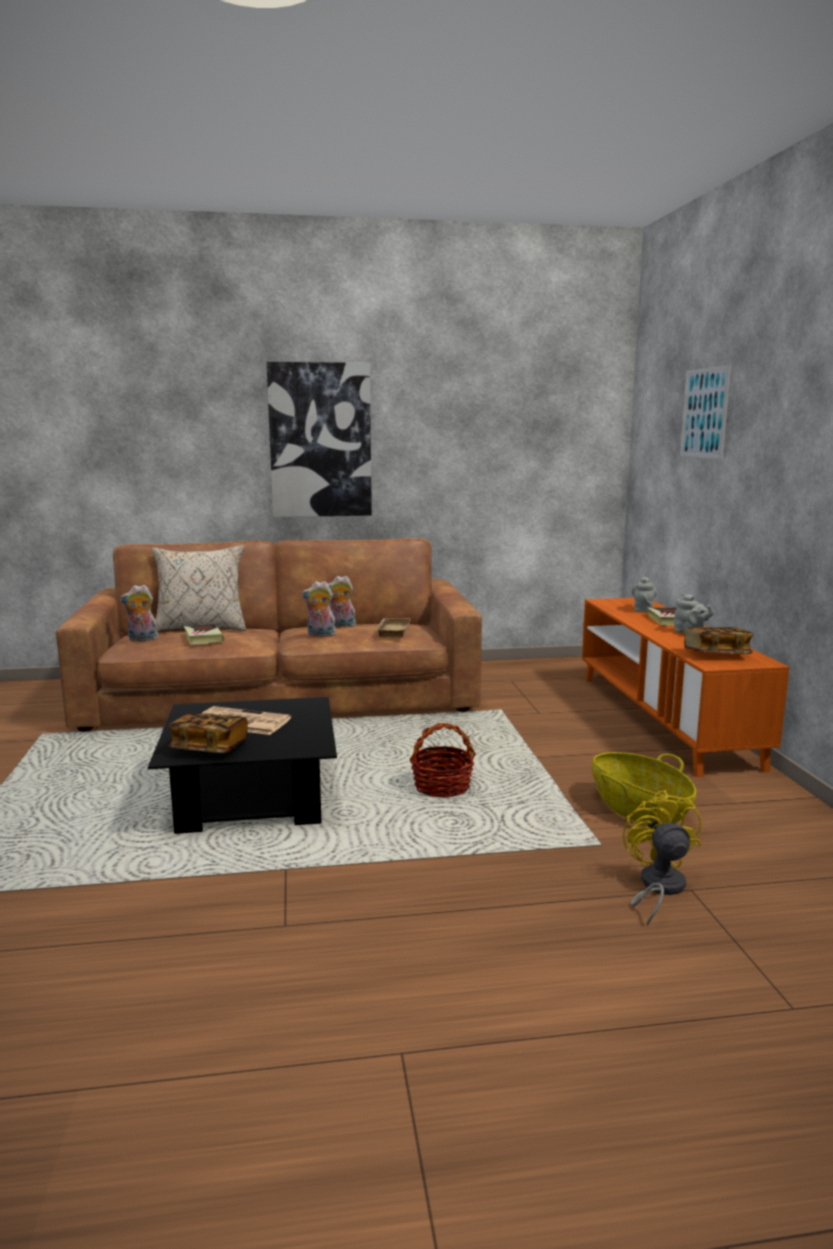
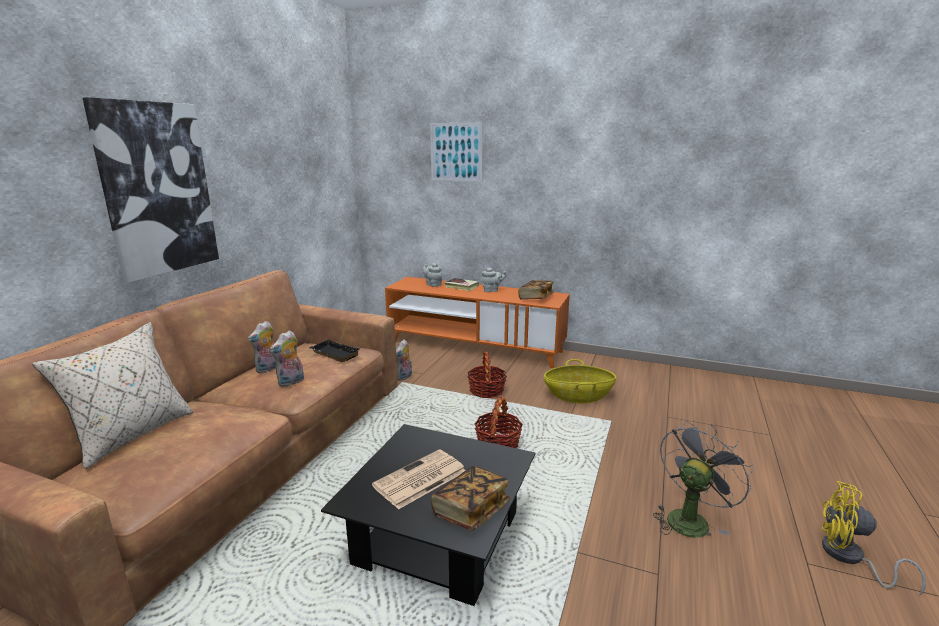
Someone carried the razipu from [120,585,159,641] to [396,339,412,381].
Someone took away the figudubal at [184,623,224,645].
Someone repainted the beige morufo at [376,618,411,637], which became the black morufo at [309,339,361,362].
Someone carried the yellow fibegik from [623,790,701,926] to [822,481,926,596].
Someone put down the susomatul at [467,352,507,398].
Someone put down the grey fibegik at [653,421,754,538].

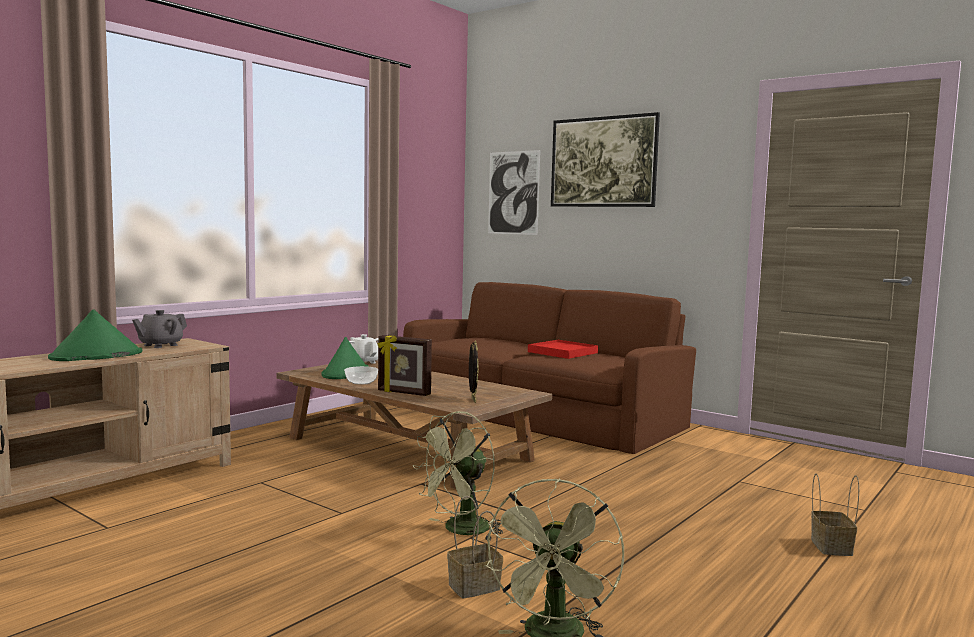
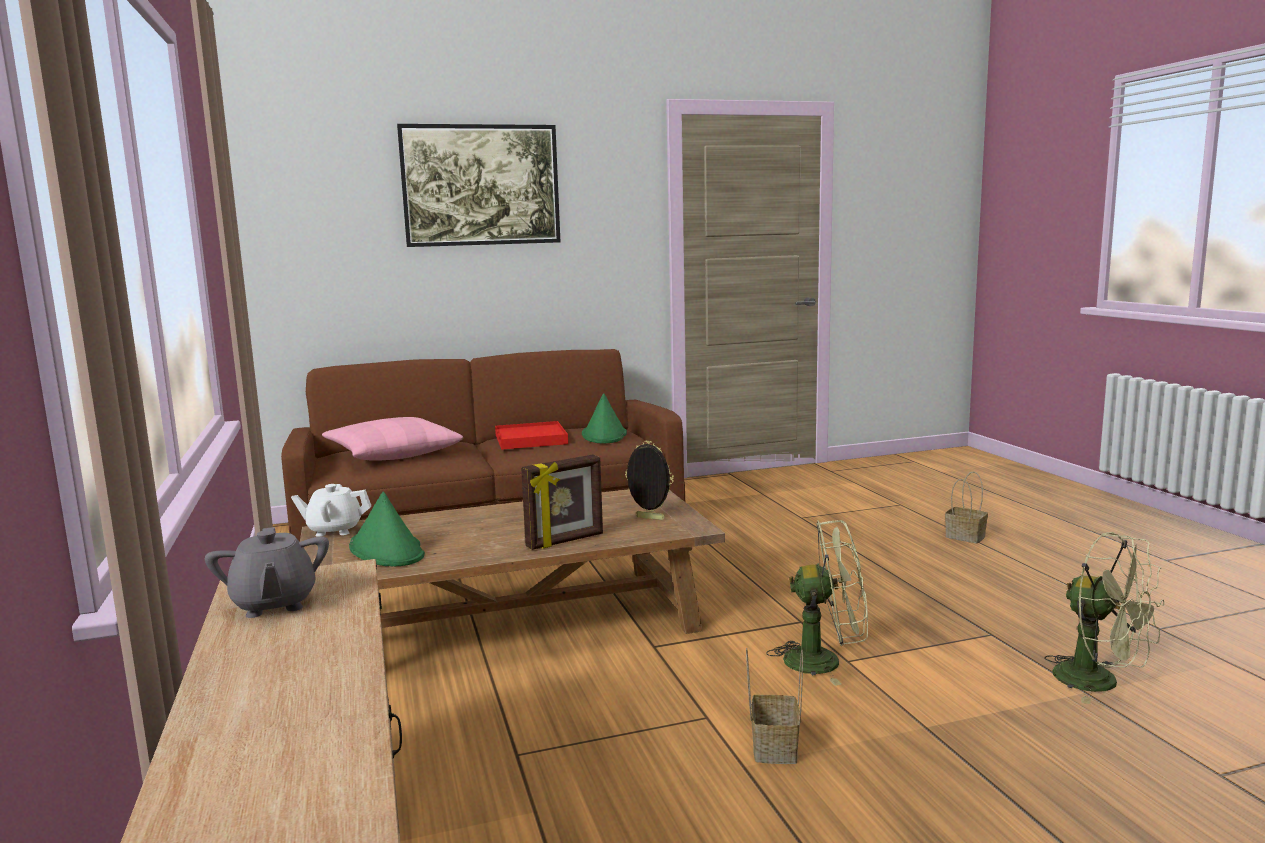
Someone carried the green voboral from [48,309,142,361] to [582,393,627,443].
Someone took away the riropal at [344,366,378,385].
Someone rotated the green fibegik at [412,411,503,540] by 75 degrees counterclockwise.
Someone carried the susomatul from [447,496,503,599] to [746,648,803,764].
Someone took away the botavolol at [488,150,540,235].
Someone put down the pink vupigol at [322,417,463,461].

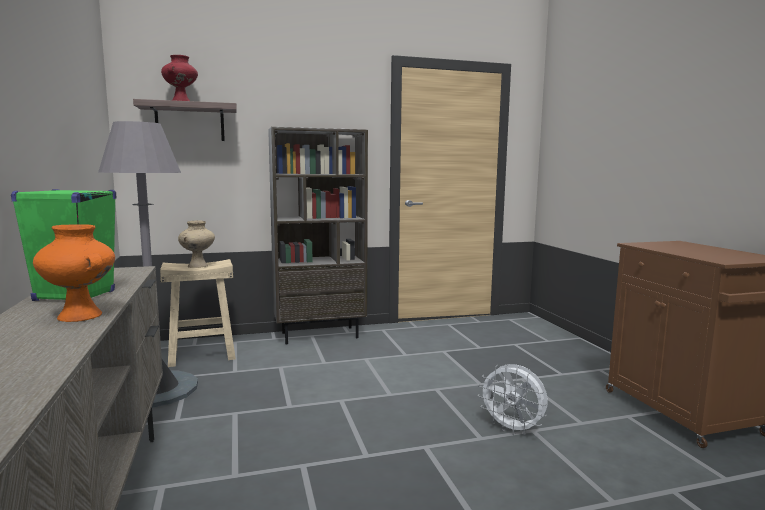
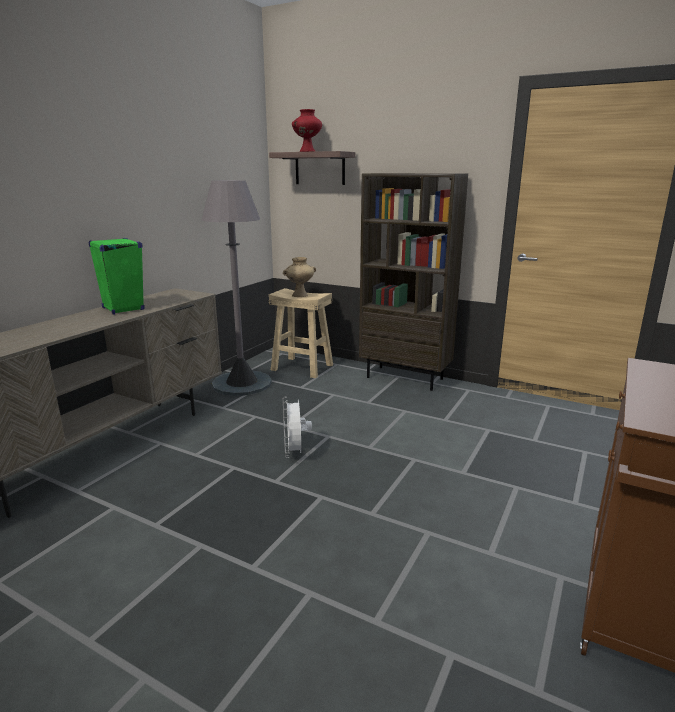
Someone took away the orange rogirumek at [33,224,115,322].
Someone carried the white fibegik from [478,364,548,435] to [283,396,312,458].

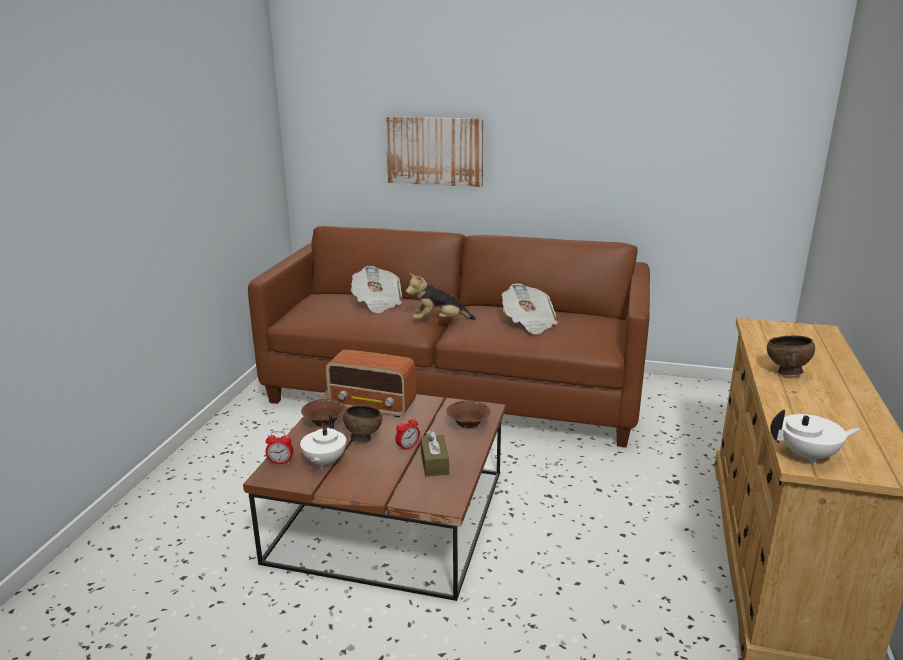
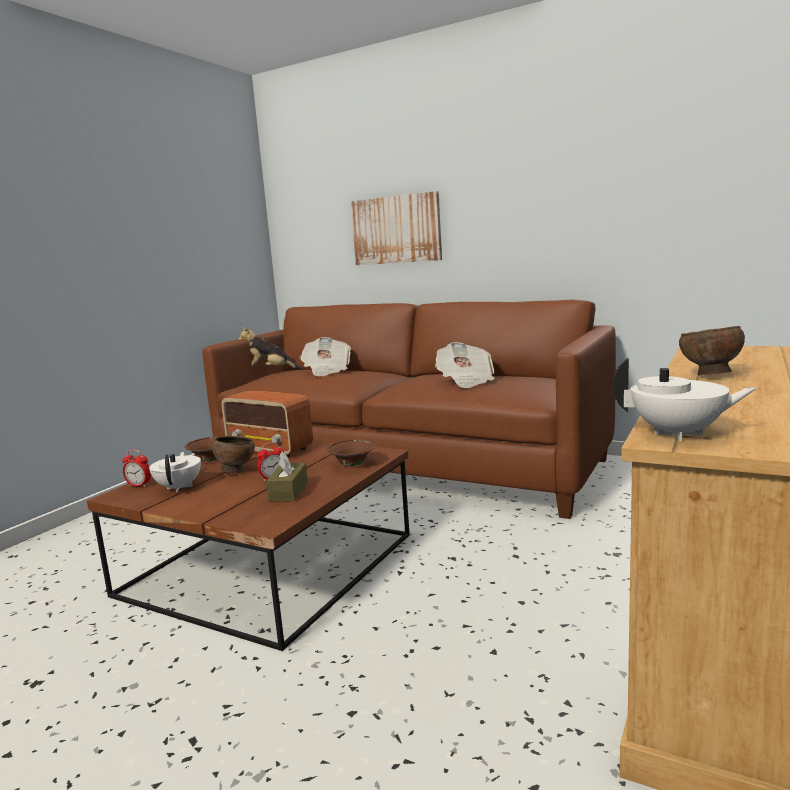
Someone rotated the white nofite at [300,415,346,469] by 150 degrees clockwise.
Someone carried the razipu from [406,273,476,320] to [238,326,303,370].

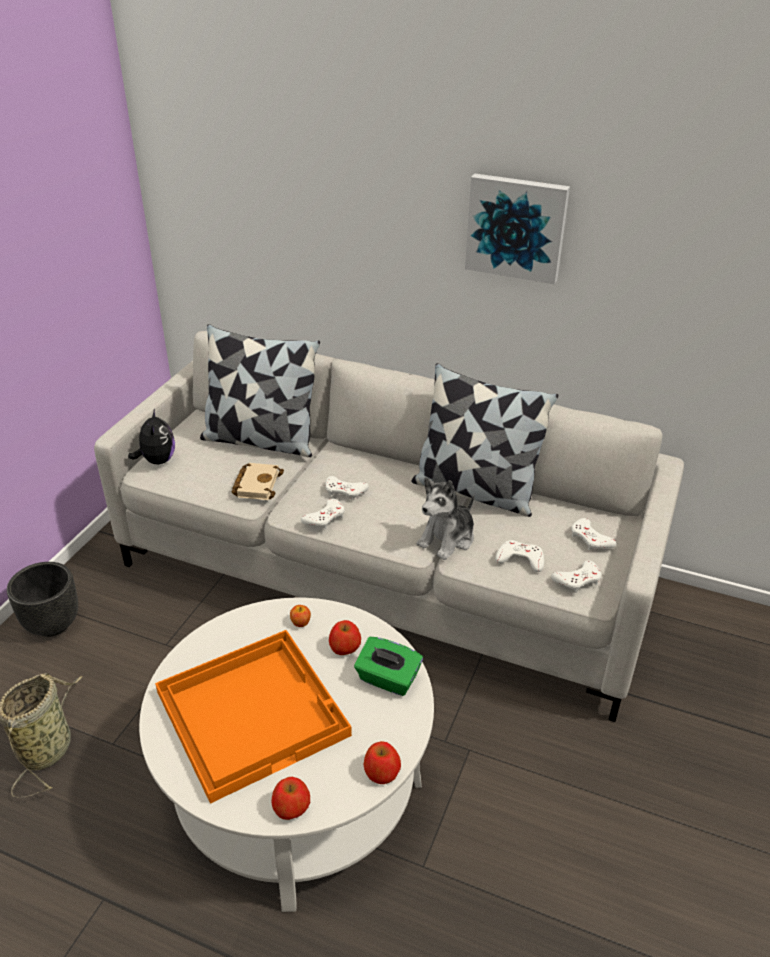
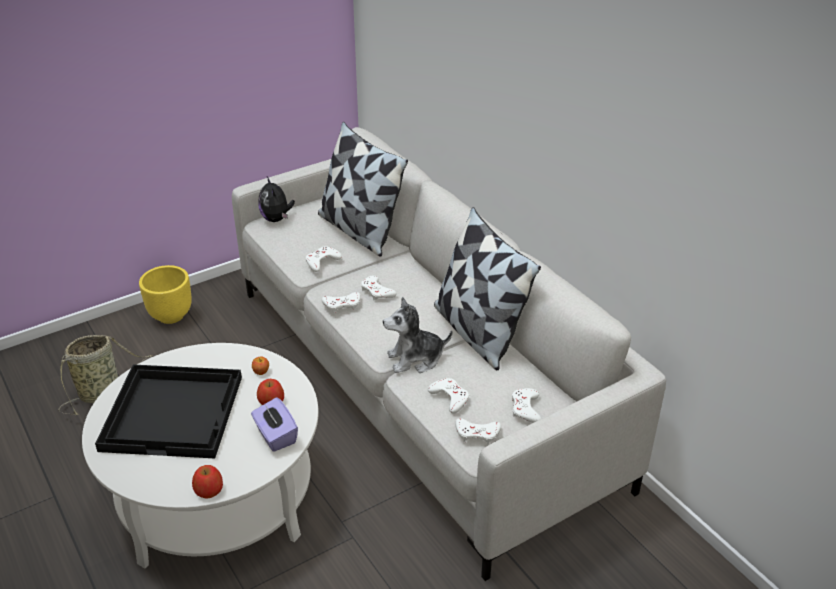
Someone repainted the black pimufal at [7,562,78,637], which became the yellow pimufal at [139,265,192,324].
Someone rotated the razipu at [128,408,175,464] by 135 degrees clockwise.
Someone repainted the orange morufo at [155,630,352,804], which became the black morufo at [95,364,242,458].
Someone swapped the beige figudubal at [231,463,284,500] for the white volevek at [306,246,342,272].
Someone took away the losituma at [272,777,310,820].
Someone repainted the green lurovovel at [354,637,423,696], which became the purple lurovovel at [251,397,298,452].
Someone took away the botavolol at [465,174,570,284].

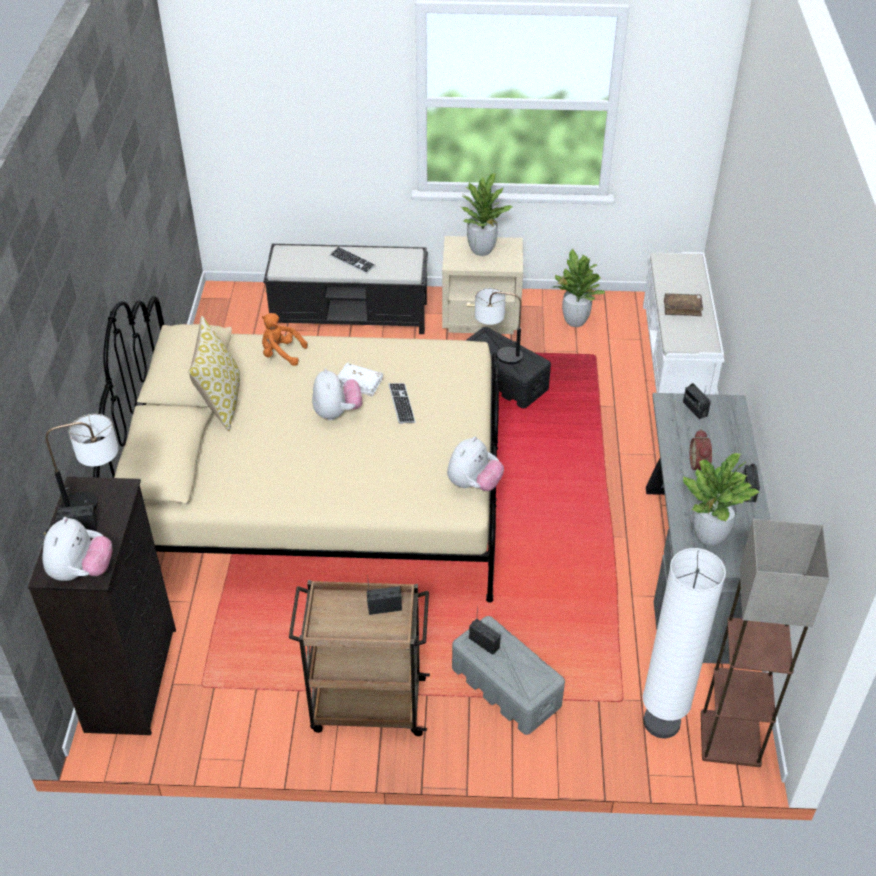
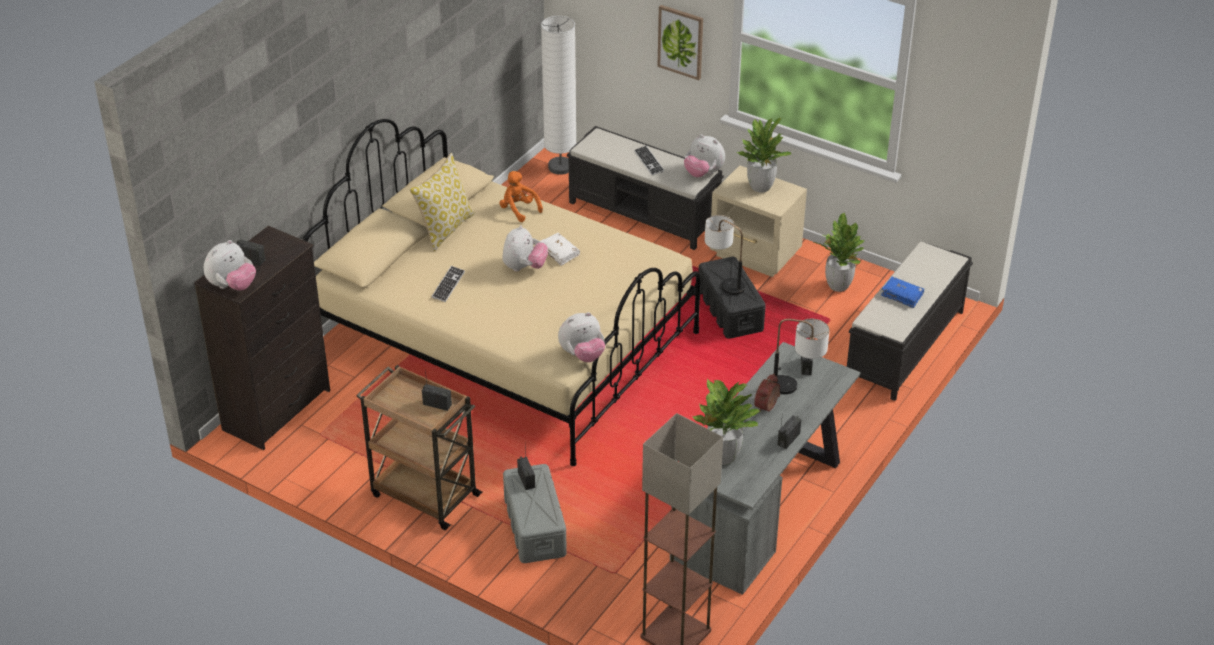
Someone carried the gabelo from [45,414,118,510] to [770,319,830,394].
Someone carried the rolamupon from [388,383,416,424] to [431,266,465,302].
Someone repainted the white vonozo at [643,252,724,394], which became the black vonozo at [847,242,973,401].
Someone carried the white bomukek from [643,548,726,738] to [541,16,577,175].
Someone repainted the brown figudubal at [664,293,703,316], which became the blue figudubal at [881,277,924,308].
Someone put up the botavolol at [657,5,703,80].
Someone put down the razipu at [684,134,725,177].

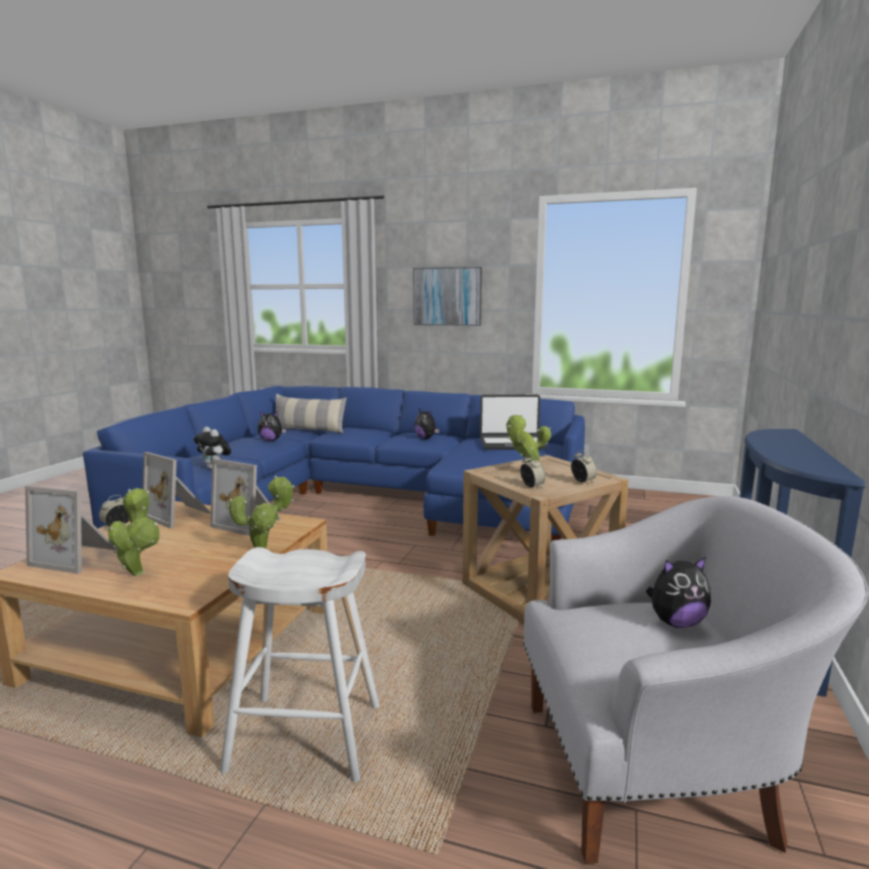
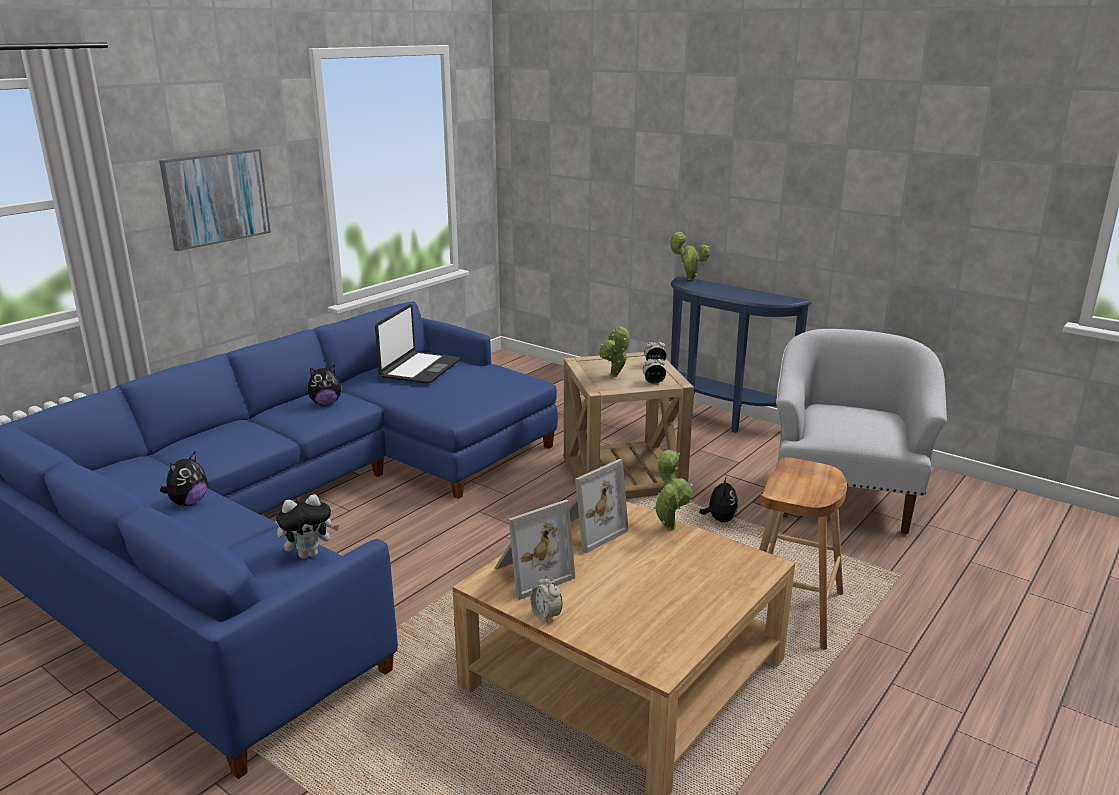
Someone took away the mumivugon at [25,485,117,574].
Someone carried the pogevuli from [108,488,160,576] to [669,232,710,280].
Someone repainted the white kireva at [220,547,380,782], which became the brown kireva at [759,457,847,650].
Someone took away the vupigol at [276,394,347,434].
Someone carried the razipu from [646,557,711,628] to [699,476,738,522].

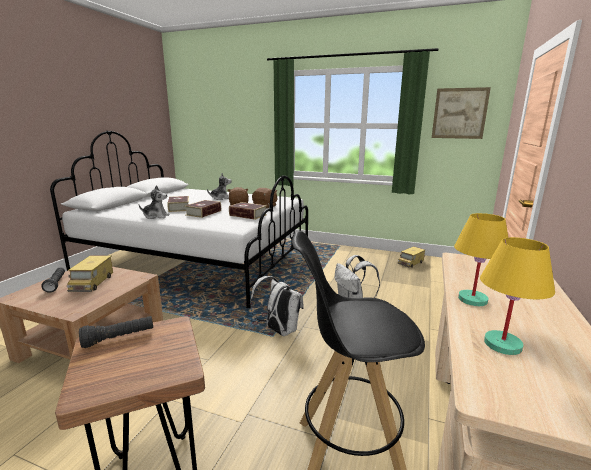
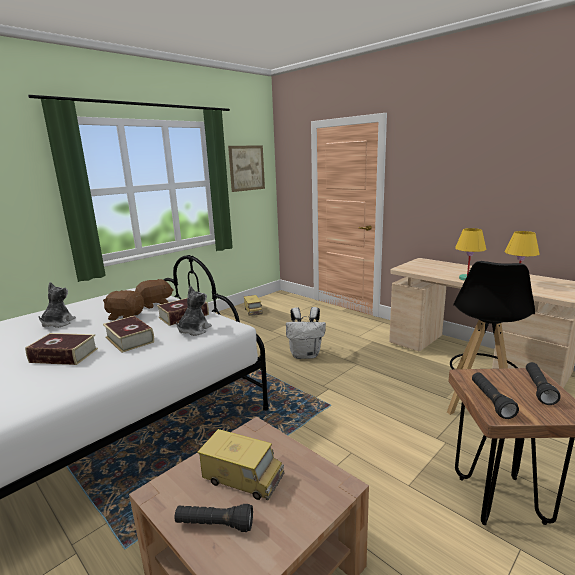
Someone carried the razipu from [139,185,170,219] to [176,286,212,336].
Someone took away the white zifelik at [250,276,304,336].
Someone put down the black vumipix at [526,362,560,405].

